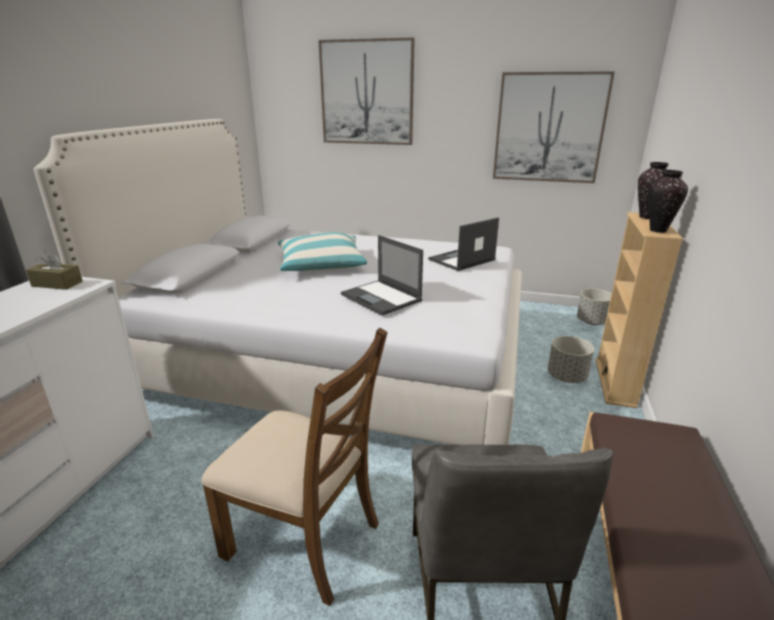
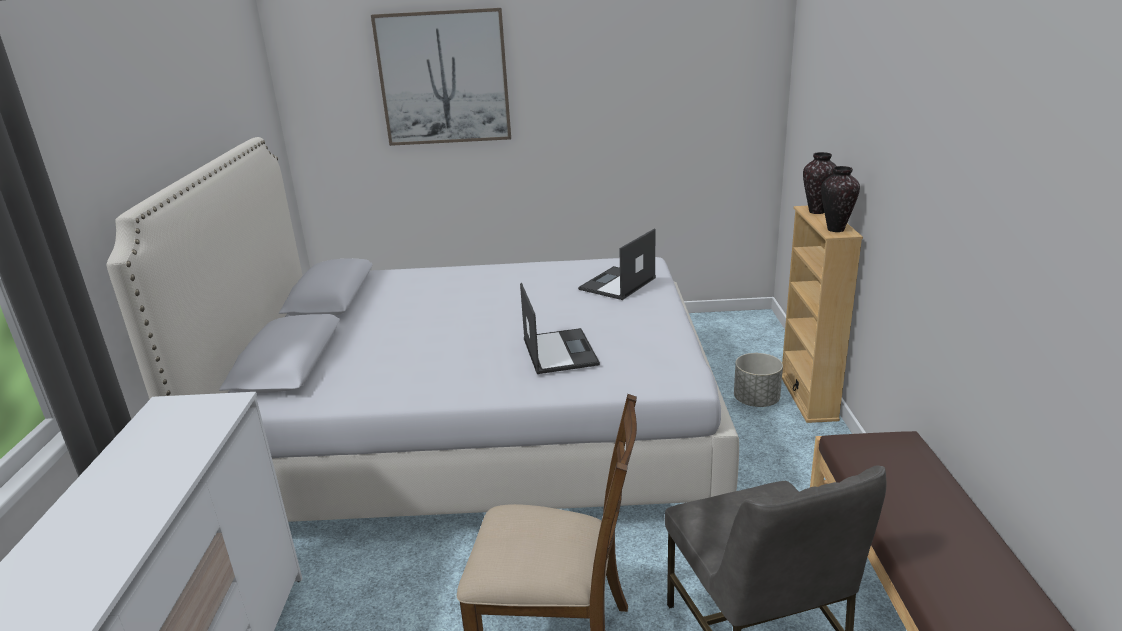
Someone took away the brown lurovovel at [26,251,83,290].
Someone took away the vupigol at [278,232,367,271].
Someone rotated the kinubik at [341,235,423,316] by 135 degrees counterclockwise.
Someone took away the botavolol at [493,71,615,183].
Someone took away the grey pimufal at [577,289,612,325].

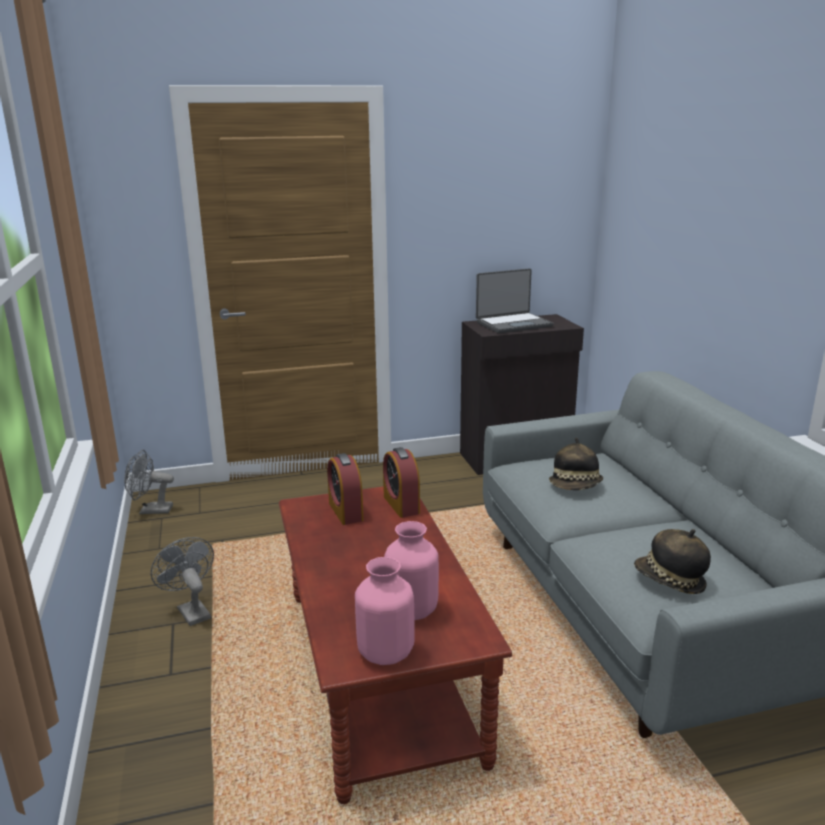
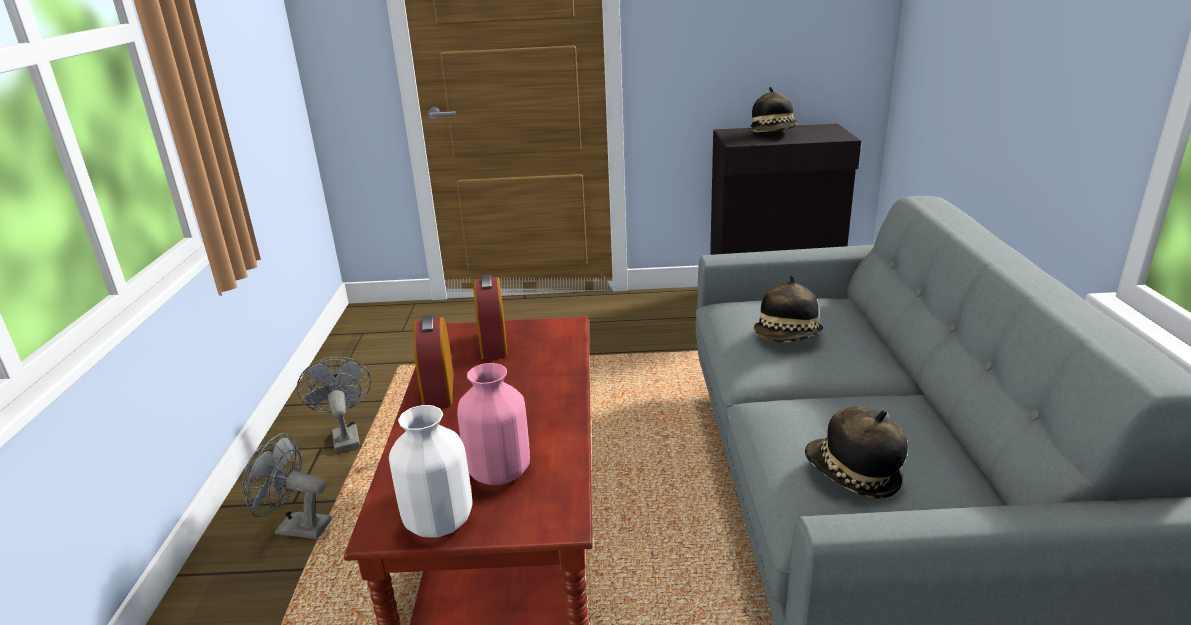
Someone carried the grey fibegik from [124,450,174,514] to [242,433,332,539].
Someone repainted the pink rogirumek at [355,557,415,665], which became the white rogirumek at [389,405,472,538].
Someone carried the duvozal from [383,447,420,518] to [413,315,454,408].
Someone swapped the kinubik at [476,268,553,333] for the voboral at [748,87,799,132].

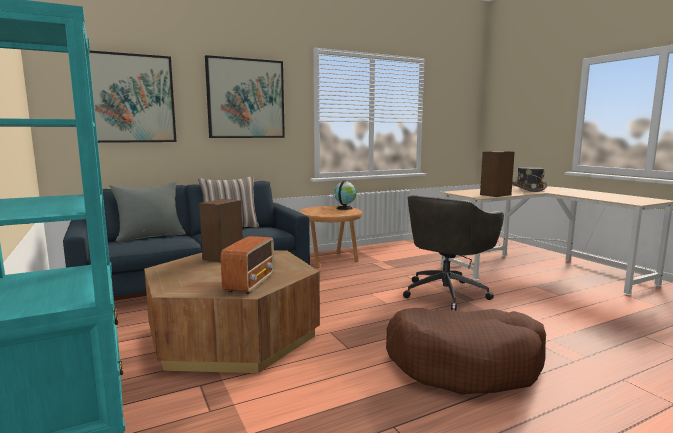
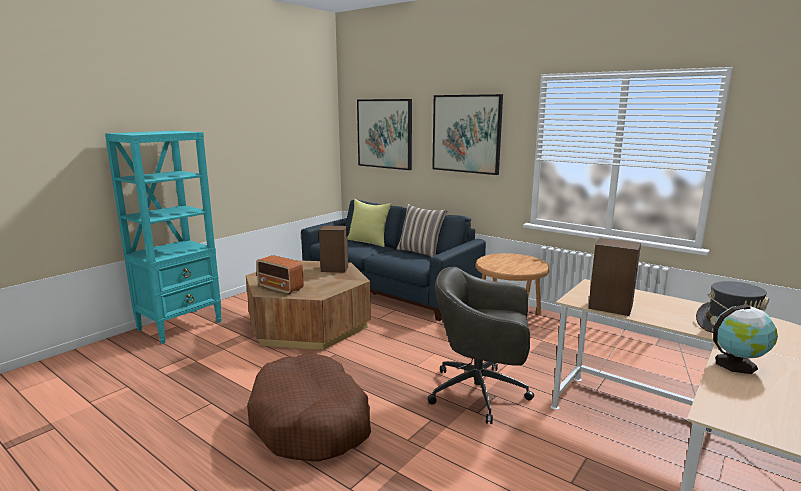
Someone repainted the grey vupigol at [110,181,186,242], which became the yellow vupigol at [347,199,391,247].
Someone rotated the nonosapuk at [221,236,274,294] by 45 degrees clockwise.
Someone carried the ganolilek from [334,181,356,210] to [713,305,778,374].

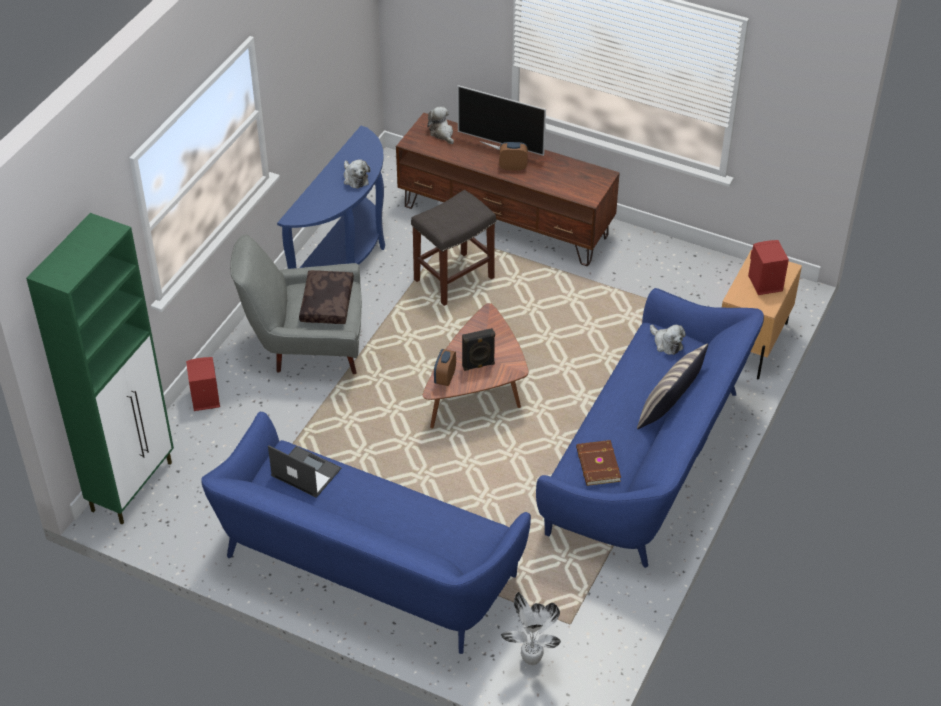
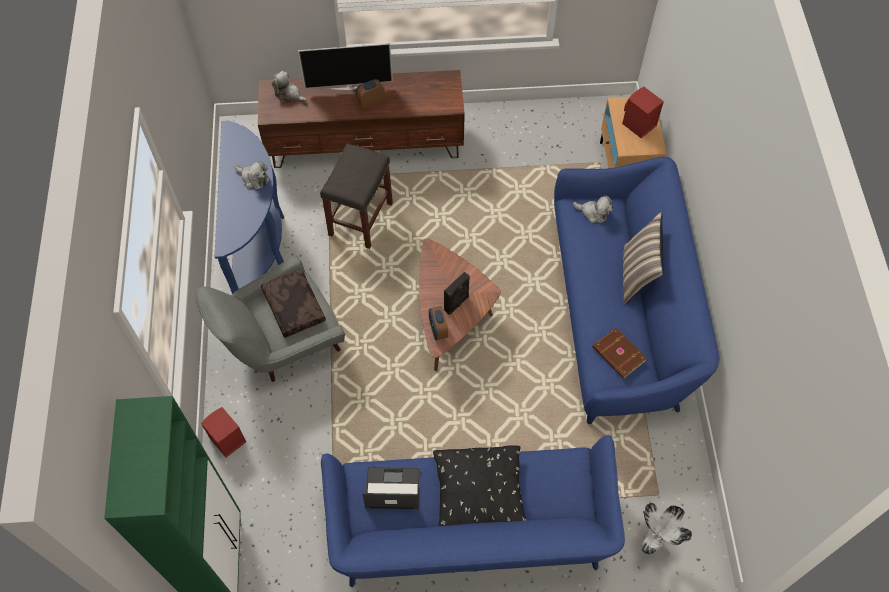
Someone put down the black vupigol at [433,445,526,526].

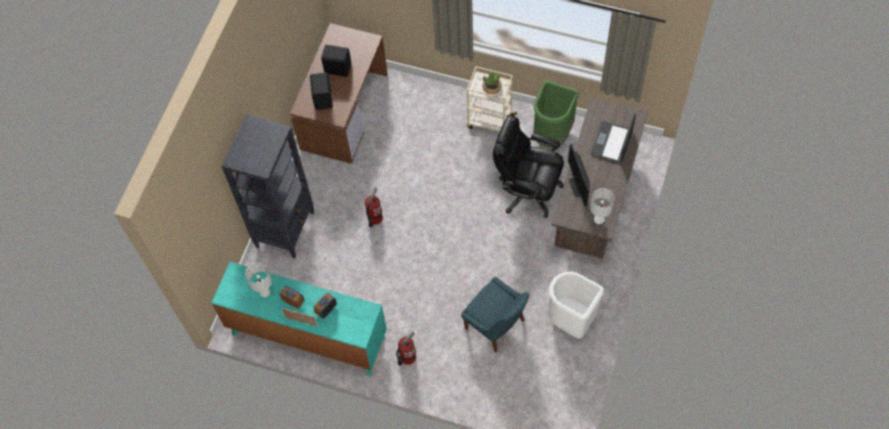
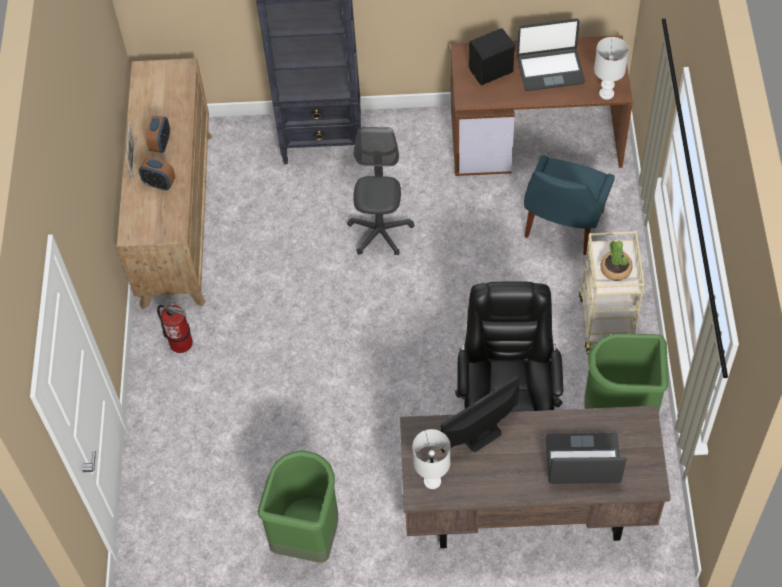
Someone repainted the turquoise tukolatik at [212,262,387,376], which became the brown tukolatik at [117,58,213,309].
Someone carried the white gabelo from [245,262,272,297] to [594,37,629,100].
Someone swapped the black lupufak at [321,45,351,77] for the kinubik at [517,18,585,91].
Someone swapped the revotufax at [365,187,383,227] for the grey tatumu at [347,127,414,255].
Someone carried the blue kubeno from [461,277,529,353] to [524,155,615,255].
Someone repainted the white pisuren at [548,272,604,339], which became the green pisuren at [257,450,338,563].

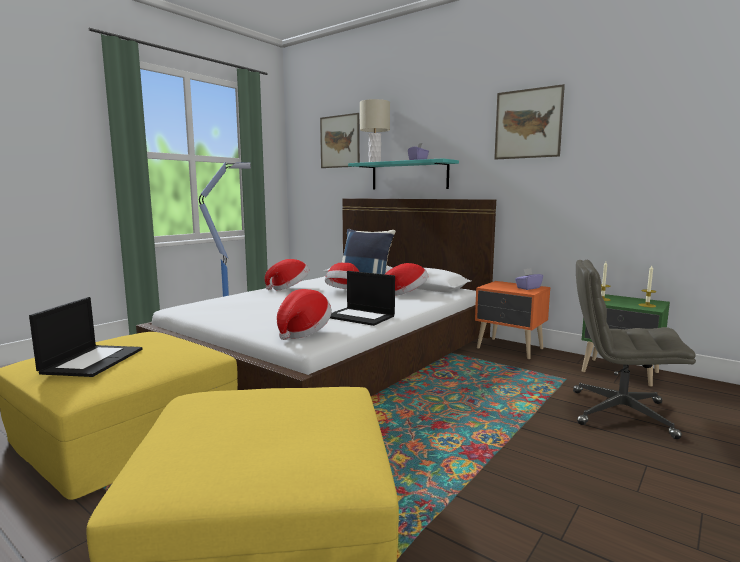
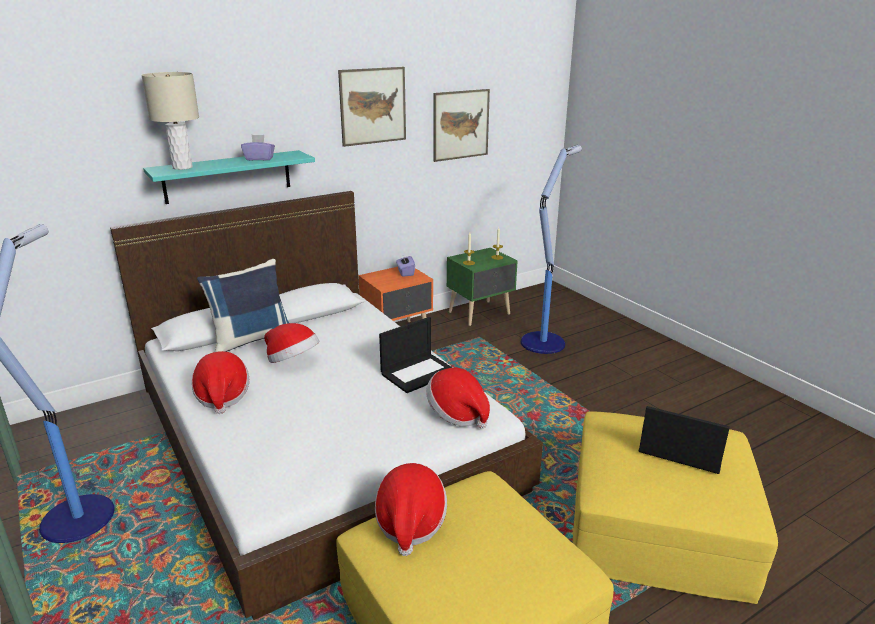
Someone carried the kinubik from [29,297,142,377] to [639,406,730,474].
Someone carried the botavolol from [320,113,360,168] to [433,89,490,162].
Someone carried the voboral from [385,263,428,296] to [375,463,447,556].
Someone swapped the grey tatumu at [573,260,696,439] for the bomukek at [521,145,582,354].

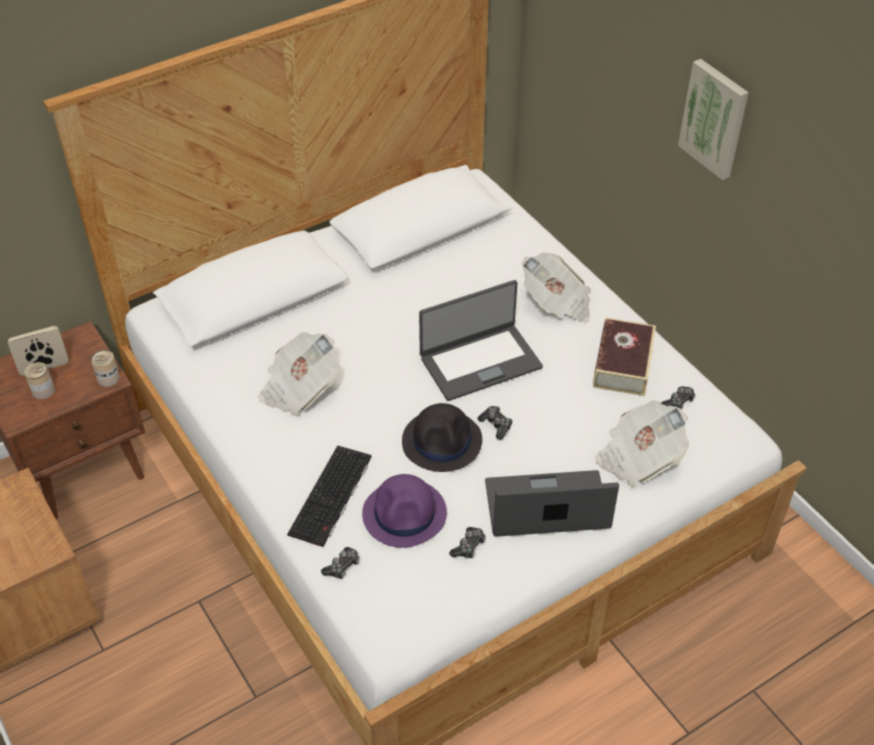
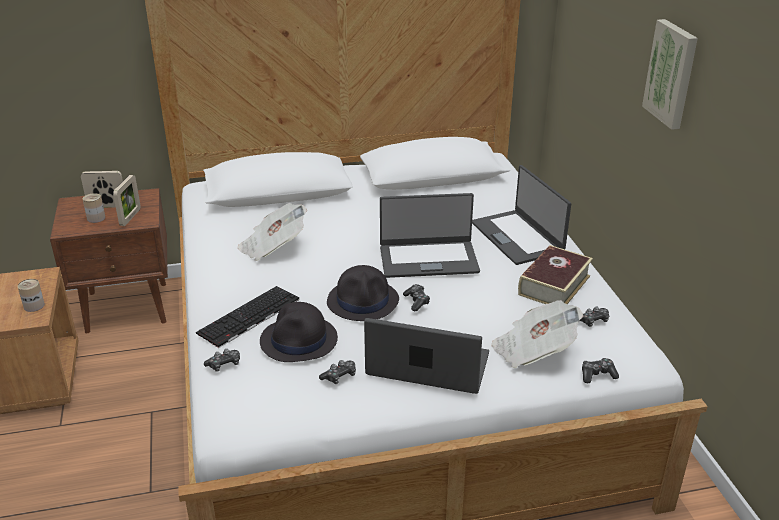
Someone carried the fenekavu from [91,350,120,387] to [18,279,45,312].
Someone repainted the purple voboral at [362,474,447,548], which became the black voboral at [260,302,338,362].
Someone swapped the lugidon at [522,253,591,323] for the kinubik at [472,165,571,265].
Someone put down the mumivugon at [113,175,141,226].
Someone put down the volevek at [582,358,619,383].

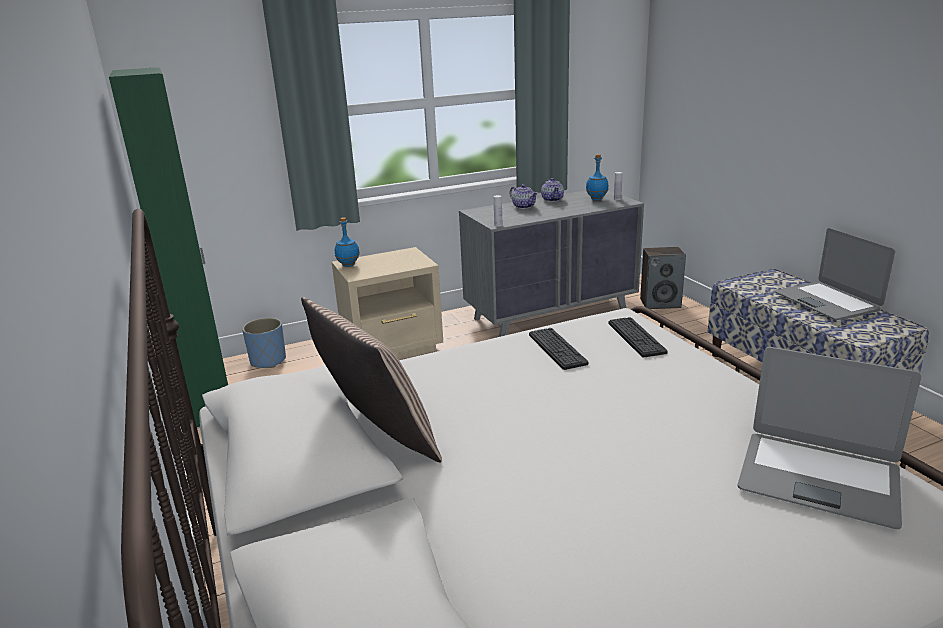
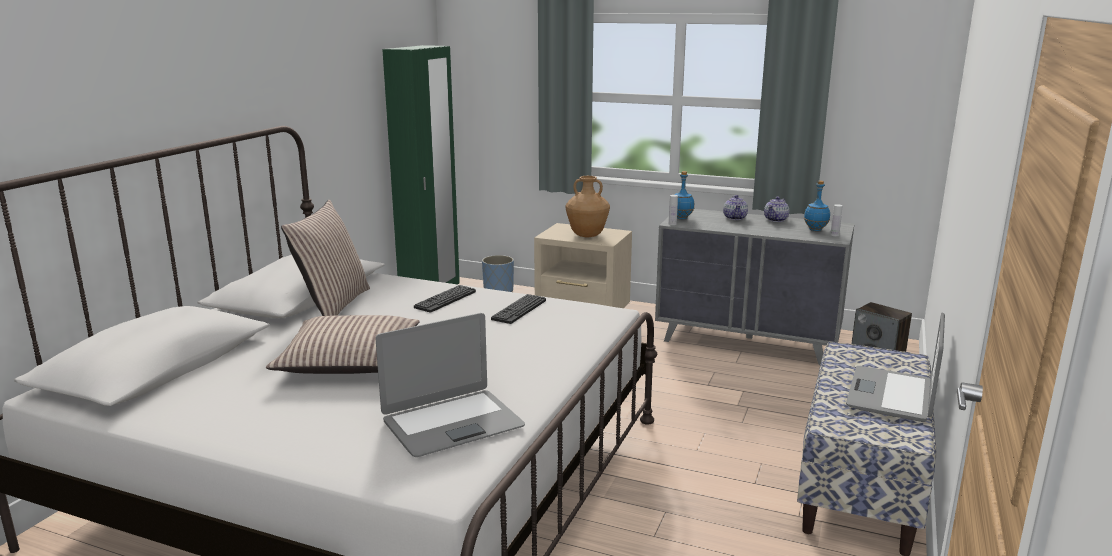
Someone carried the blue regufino from [335,217,360,267] to [674,171,694,219].
Someone carried the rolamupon from [609,317,667,358] to [414,285,476,313].
Someone rotated the kinubik at [738,347,921,529] by 105 degrees counterclockwise.
Someone put down the vupigol at [266,315,420,374].
Someone put down the brown rogirumek at [566,176,610,238].

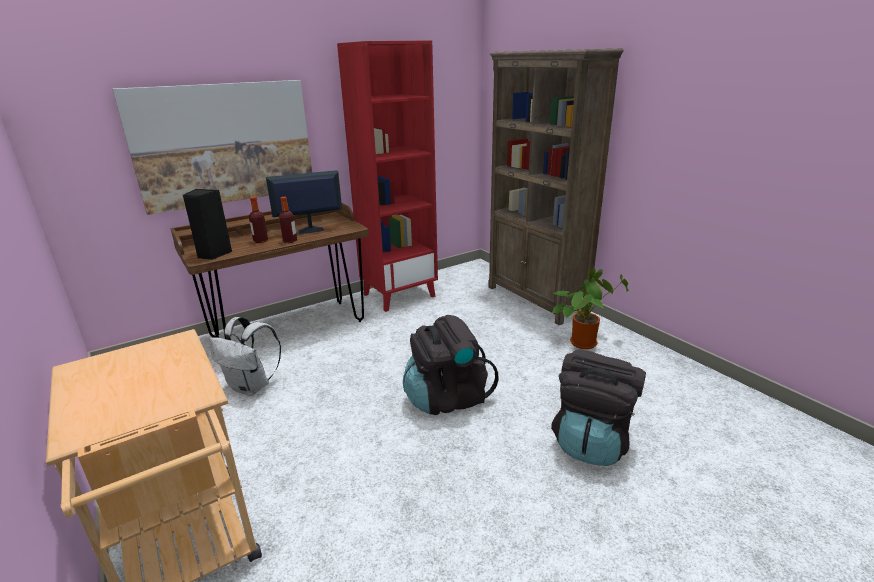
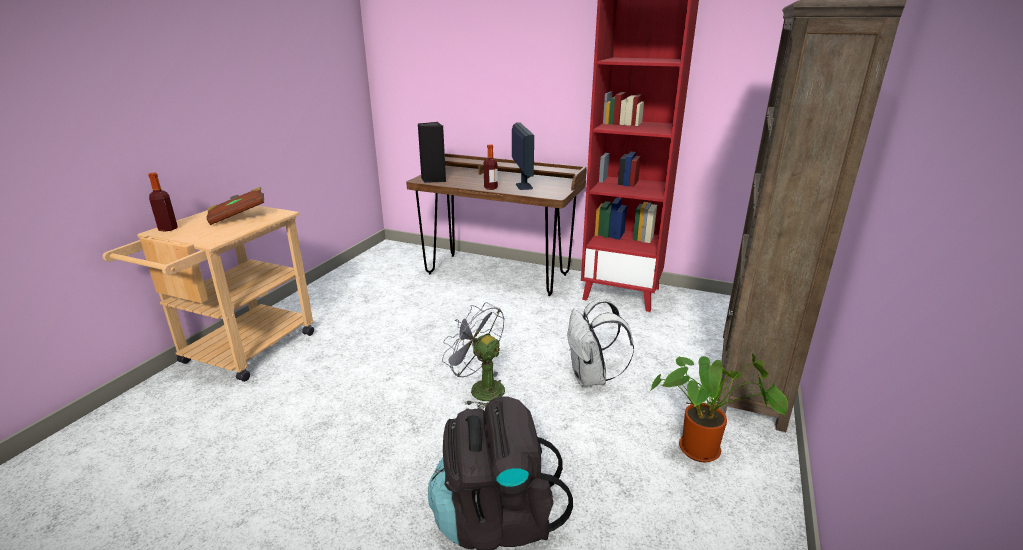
Someone took away the botavolol at [112,80,312,215].
Someone carried the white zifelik from [210,317,281,396] to [567,299,634,387].
Someone carried the regufino from [249,197,268,243] to [148,173,178,232].
Someone rotated the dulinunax at [266,170,342,234] by 45 degrees clockwise.
Someone swapped the black zifelik at [403,315,499,415] for the grey fibegik at [442,302,505,409].
Someone put down the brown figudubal at [206,187,264,225].

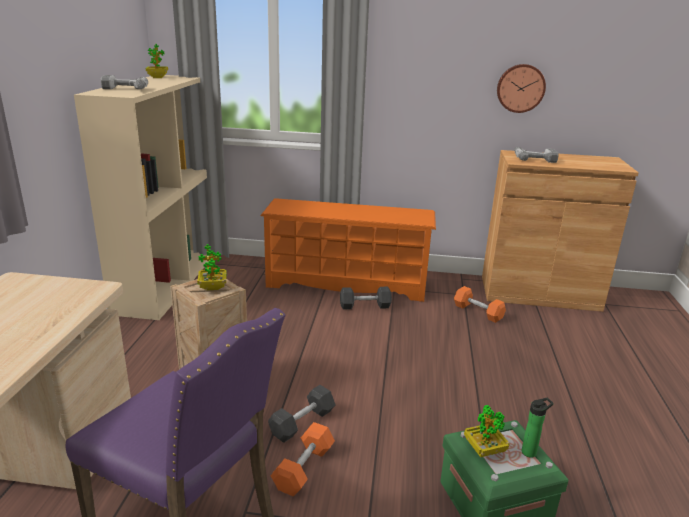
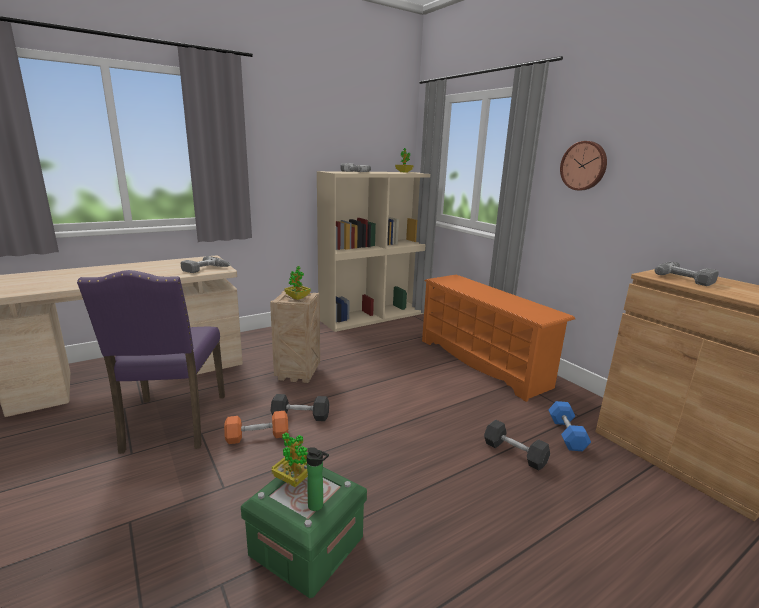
Someone carried the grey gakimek from [340,287,392,310] to [484,420,550,471].
Someone repainted the orange gakimek at [454,286,506,323], which became the blue gakimek at [548,401,591,451].
Someone carried the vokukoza from [497,64,546,113] to [560,141,607,190].
Someone put down the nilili at [180,256,231,273].

